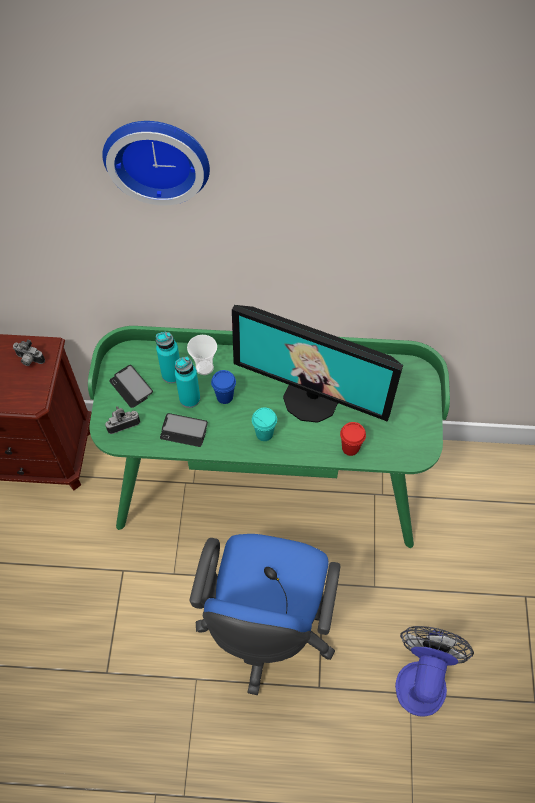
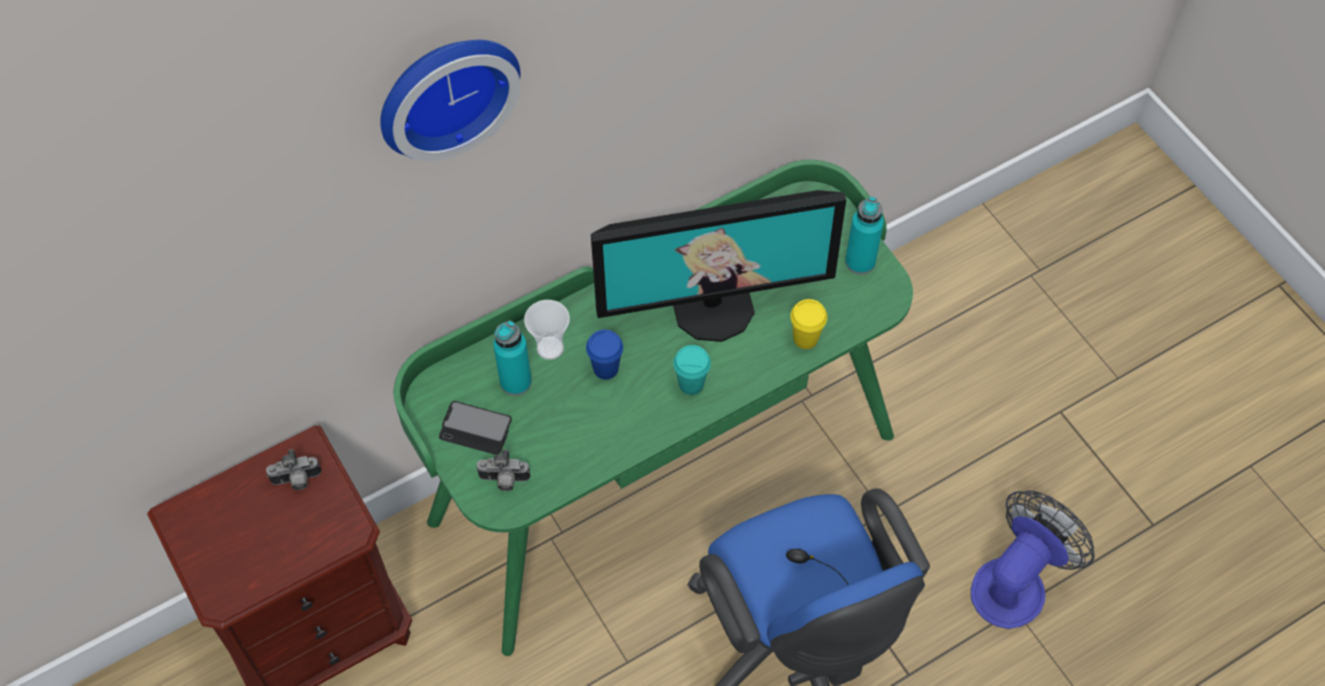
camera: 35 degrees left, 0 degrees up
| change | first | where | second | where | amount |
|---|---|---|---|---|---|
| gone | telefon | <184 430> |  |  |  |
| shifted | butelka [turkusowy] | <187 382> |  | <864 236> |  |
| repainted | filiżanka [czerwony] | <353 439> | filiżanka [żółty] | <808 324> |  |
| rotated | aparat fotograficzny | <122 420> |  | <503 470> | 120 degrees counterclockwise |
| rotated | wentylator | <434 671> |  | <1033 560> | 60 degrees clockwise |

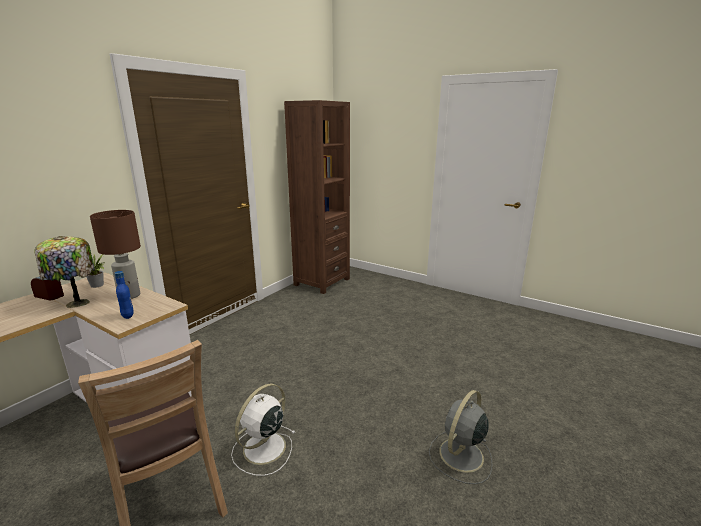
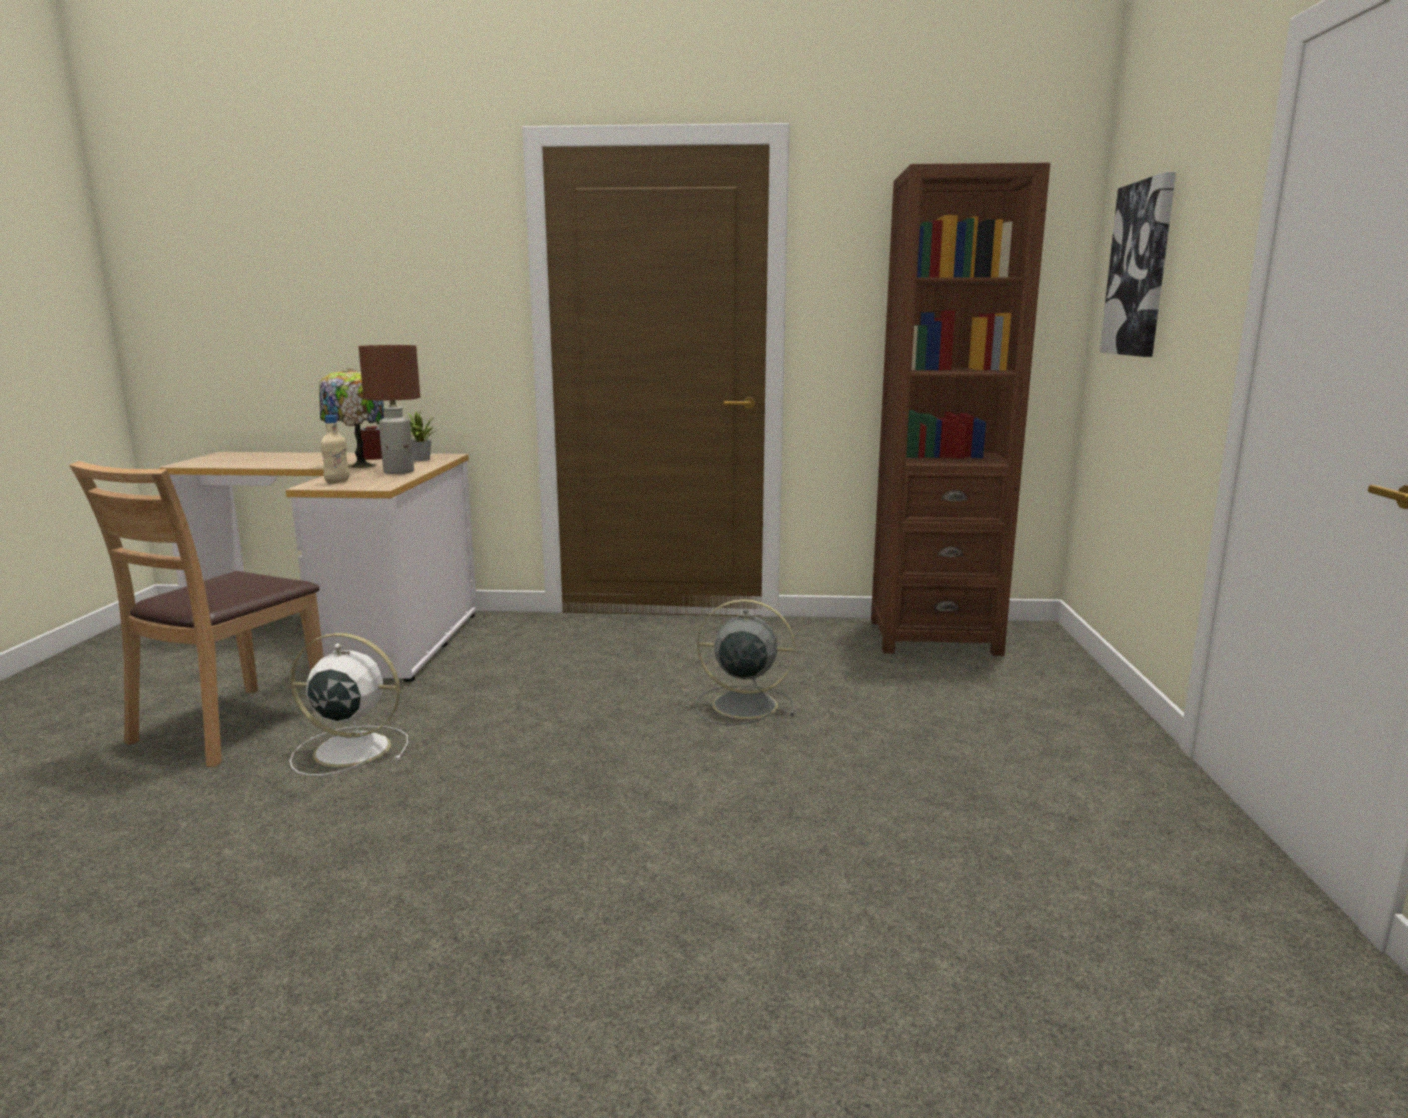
camera: 60 degrees right, 5 degrees down
| change | first | where | second | where | amount |
|---|---|---|---|---|---|
| new |  |  | obraz | <1138 264> |  |
| shifted | wentylator [szary] | <460 437> |  | <745 662> |  |
| repainted | butelka [niebieski] | <124 295> | butelka [beżowy] | <335 449> |  |

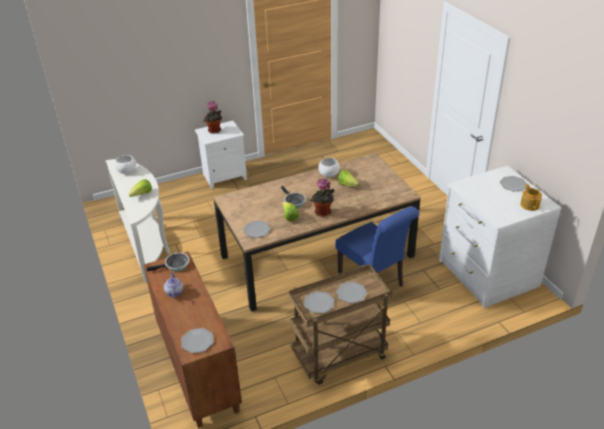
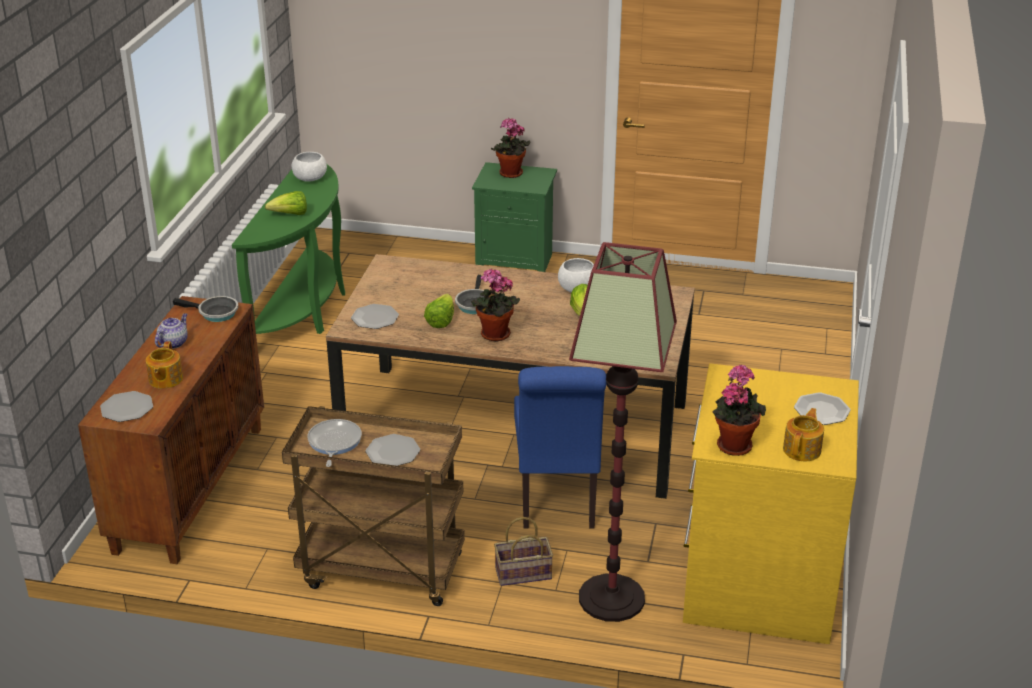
camera: 35 degrees right, 5 degrees down
| change | first | where | second | where | amount |
|---|---|---|---|---|---|
| new |  |  | imbryk | <164 365> |  |
| new |  |  | koszyk | <523 551> |  |
| new |  |  | lampa stojąca | <623 432> |  |
| new |  |  | roślina doniczkowa | <739 410> |  |
| swapped | talerz | <319 303> | patelnia | <334 443> |  |
| repainted | stolik konsolowy [biały] | <138 221> | stolik konsolowy [zielony] | <288 249> |  |
| repainted | szafka nocna [biały] | <221 155> | szafka nocna [zielony] | <514 217> |  |
| repainted | komoda [biały] | <500 237> | komoda [żółty] | <771 503> |  |

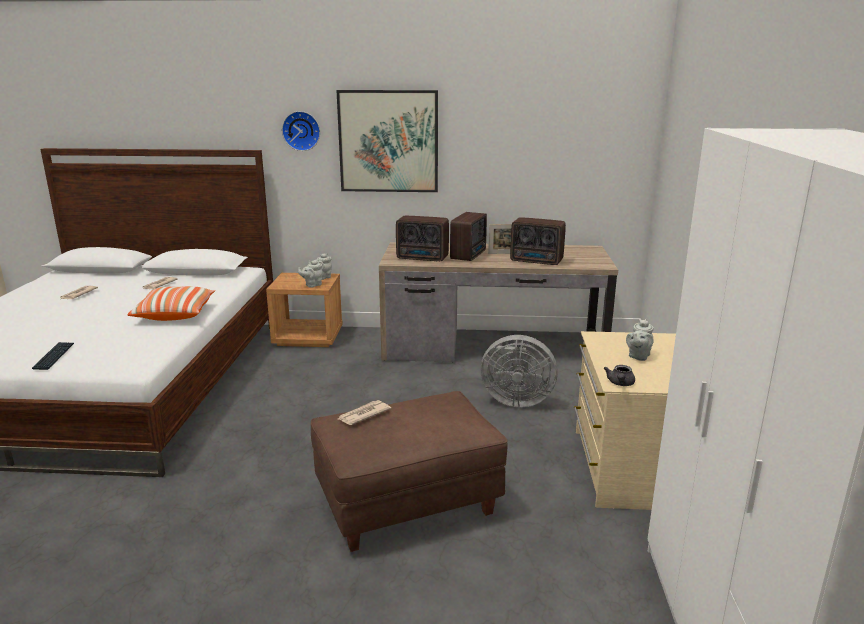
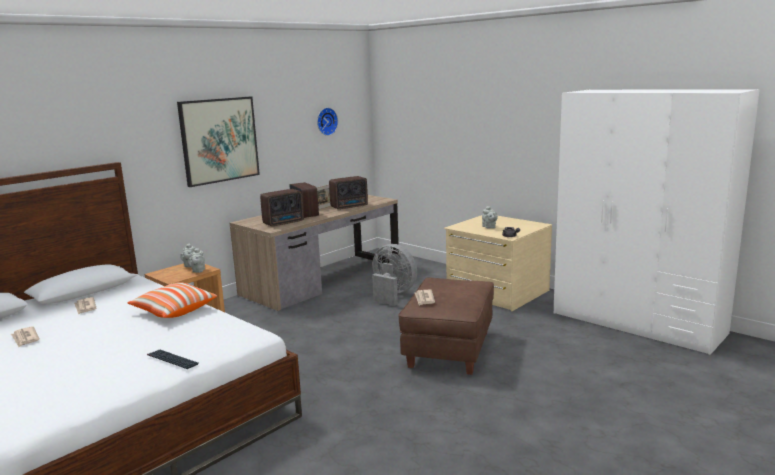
camera: 50 degrees left, 5 degrees down
| change | first | where | second | where | amount |
|---|---|---|---|---|---|
| shifted | zegar ścienny | <301 131> |  | <327 122> |  |
| rotated | wentylator [szary] | <519 371> |  | <394 275> | 105 degrees counterclockwise |

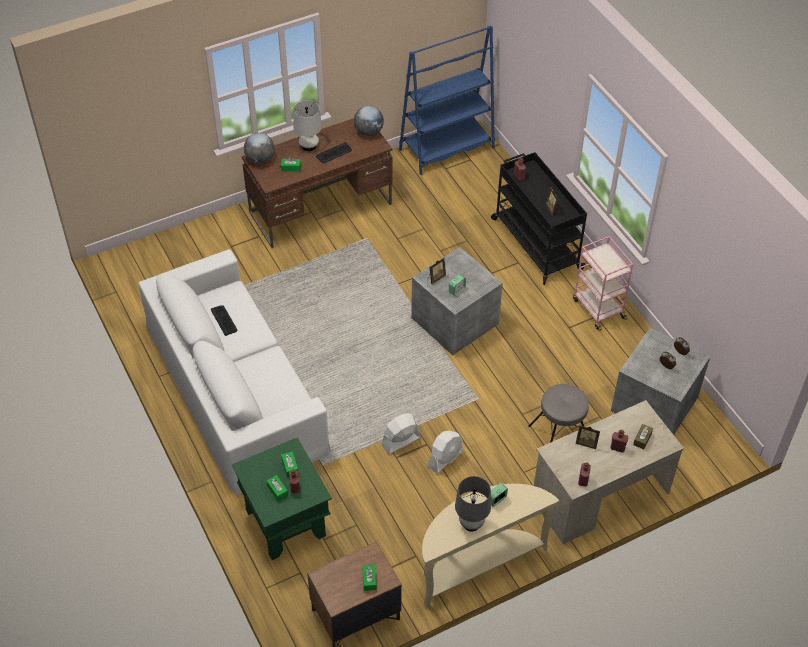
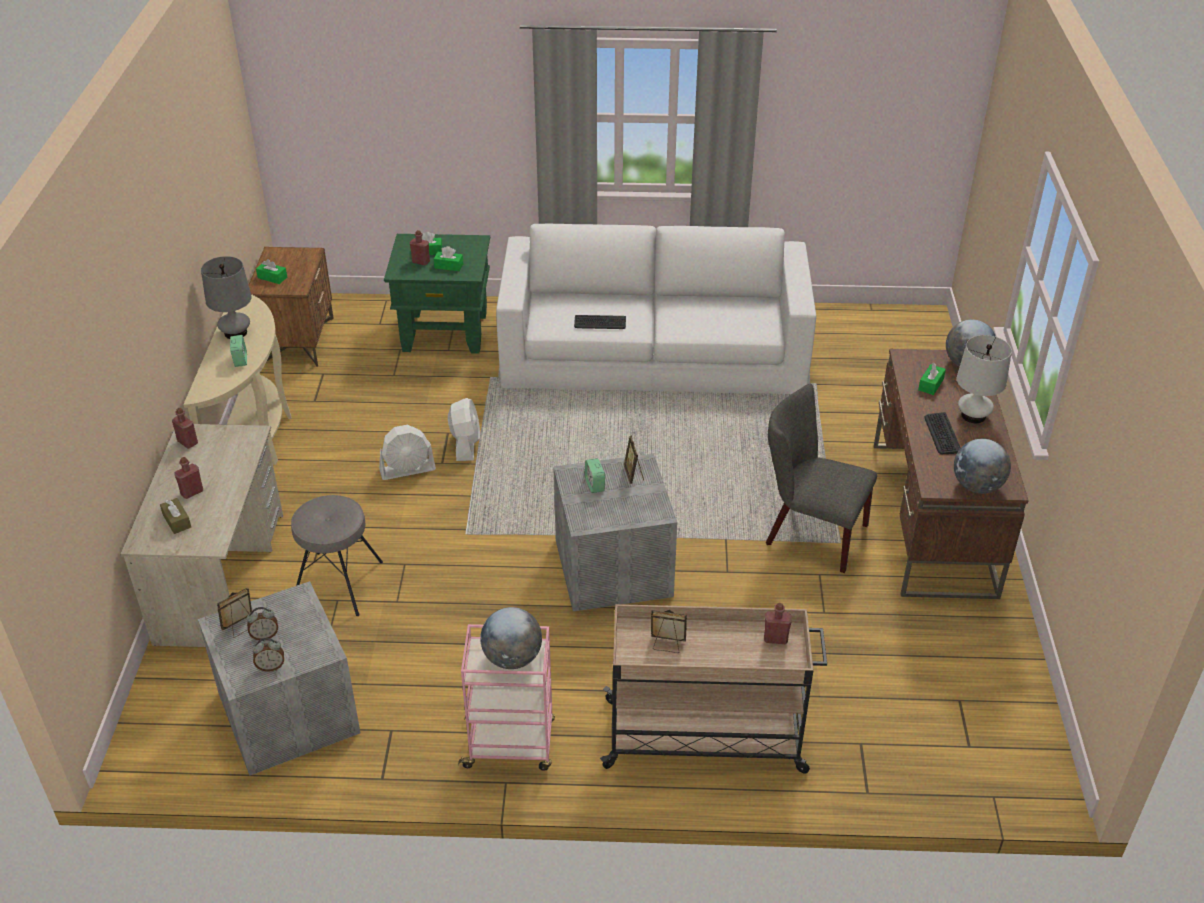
camera: 120 degrees right, 10 degrees down
| change | first | where | second | where | amount |
|---|---|---|---|---|---|
| gone | regał [niebieski] | <447 100> |  |  |  |
| new |  |  | globus | <511 638> |  |
| new |  |  | krzesło [szary] | <821 478> |  |
| shifted | klawiatura | <224 320> |  | <600 322> |  |
| shifted | ramka na zdjęcie | <588 437> |  | <234 612> |  |
| repainted | wózek [czarny] | <539 218> | wózek [beżowy] | <713 689> |  |
| rotated | wentylator [biały] | <445 452> |  | <407 452> | 90 degrees counterclockwise |

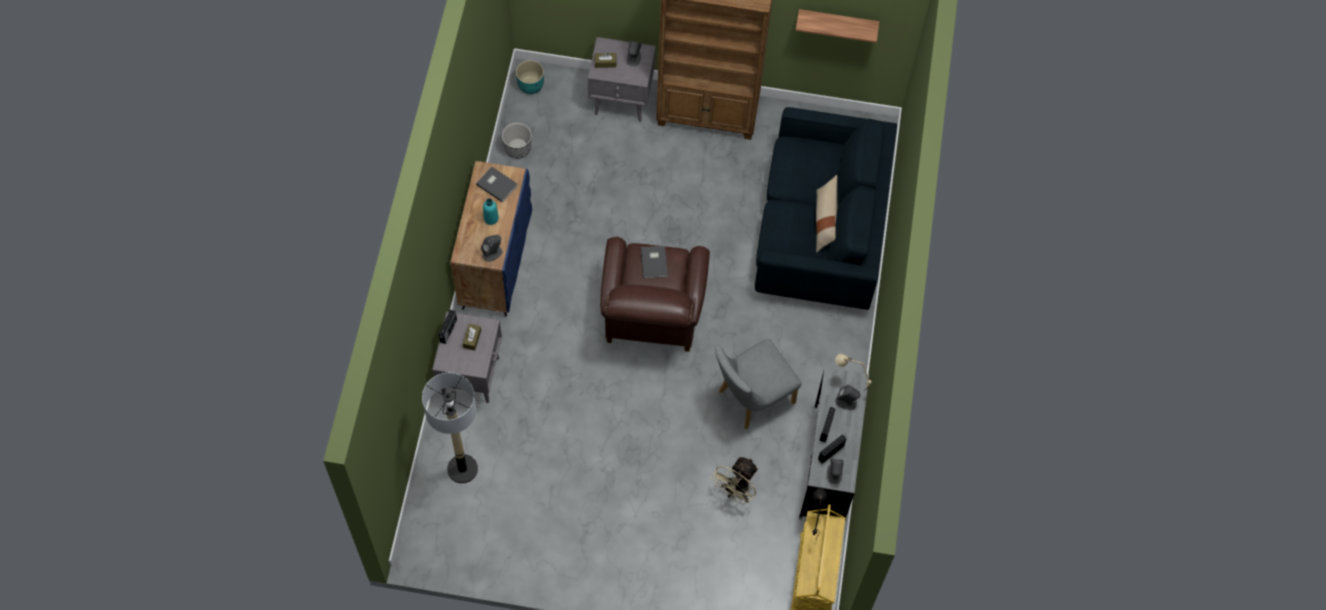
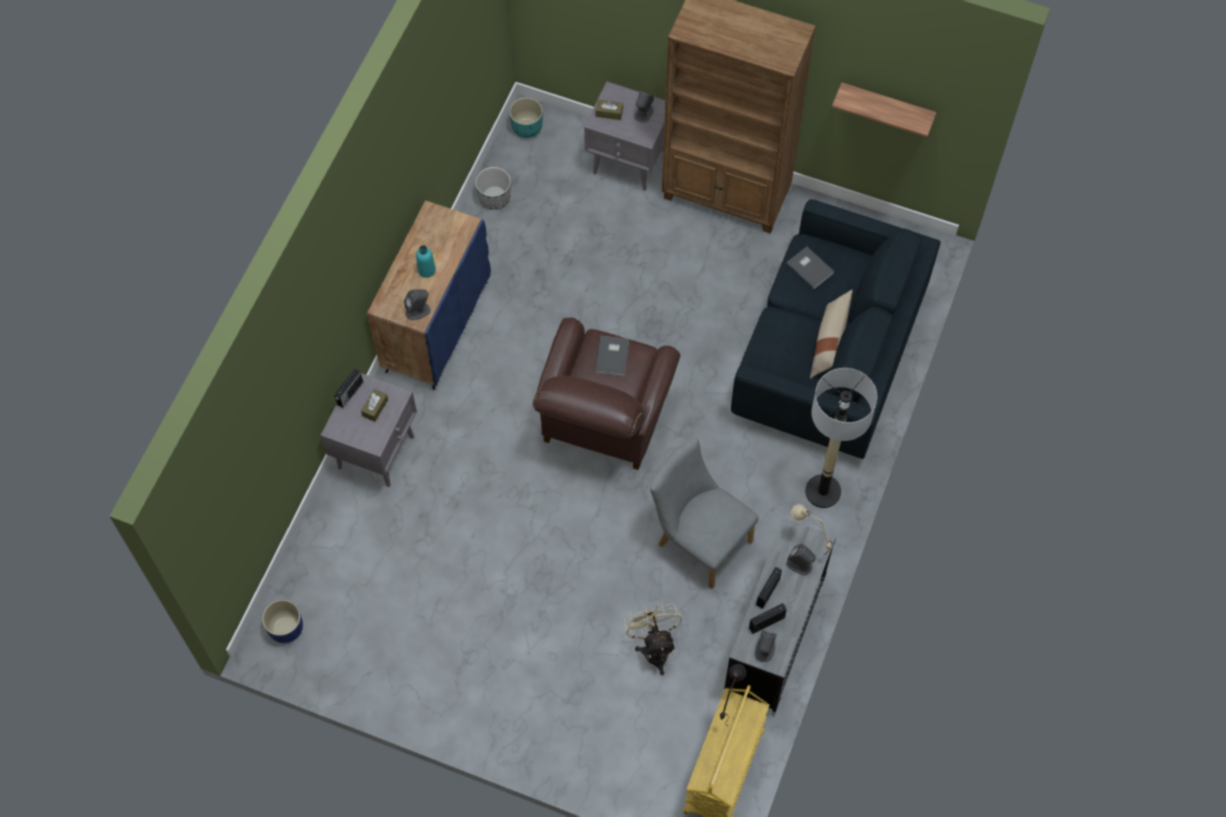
camera: 15 degrees right, 0 degrees up
| change | first | where | second | where | amount |
|---|---|---|---|---|---|
| new |  |  | donica [niebieski] | <282 621> |  |
| shifted | lampa stojąca | <450 428> |  | <841 438> |  |
| shifted | książka [szary] | <497 184> |  | <810 268> |  |
| rotated | wentylator [beżowy] | <734 480> |  | <653 638> | 120 degrees clockwise |
| rotated | krzesło [szary] | <758 384> |  | <704 513> | 60 degrees clockwise |

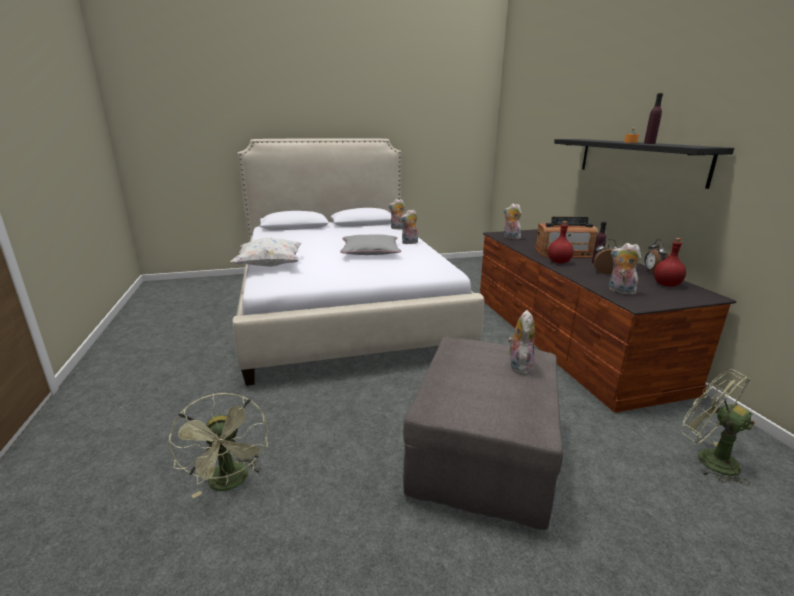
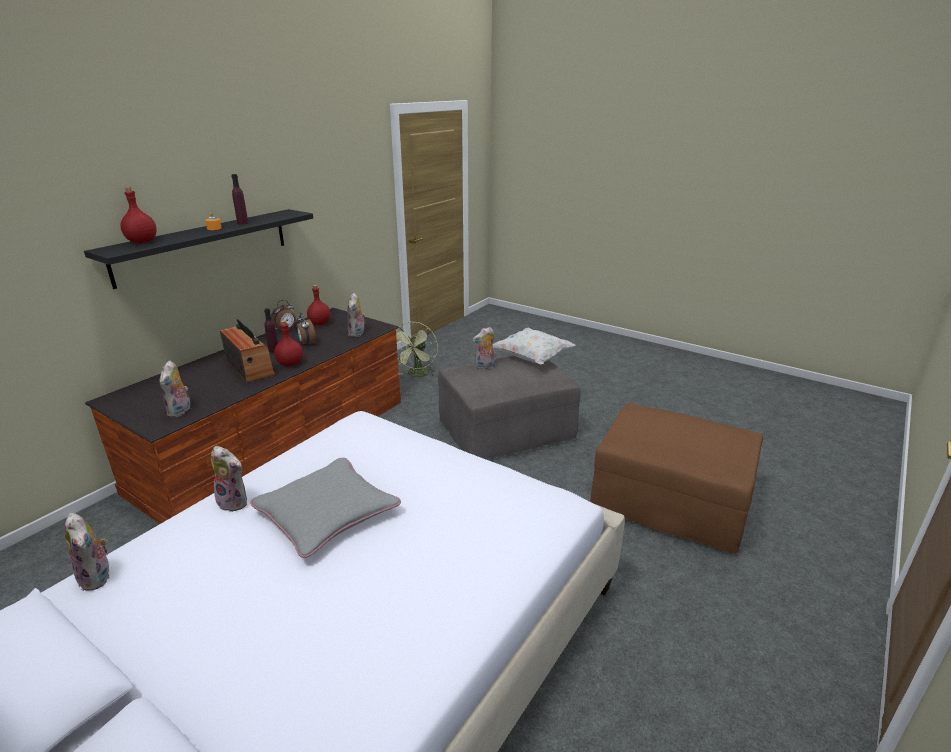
camera: 130 degrees left, 5 degrees up
| change | first | where | second | where | amount |
|---|---|---|---|---|---|
| new |  |  | butelka [czerwony] | <138 215> |  |
| shifted | poduszka [biały] | <266 252> |  | <534 346> |  |
| swapped | wentylator [zielony] | <218 445> | pufa [brązowy] | <677 478> |  |

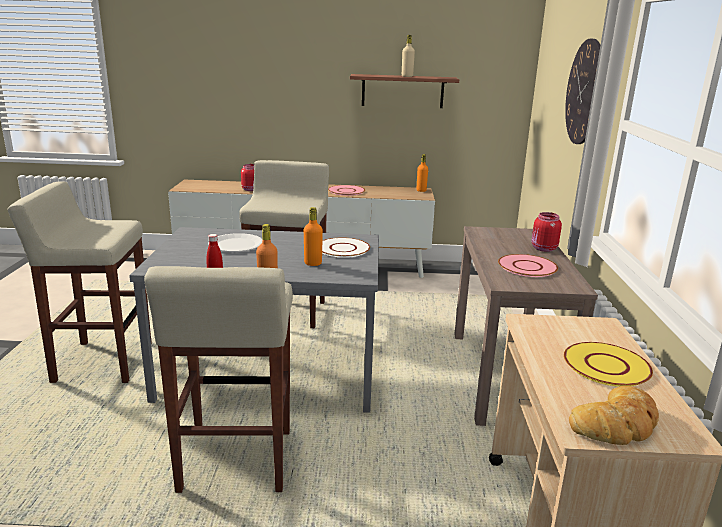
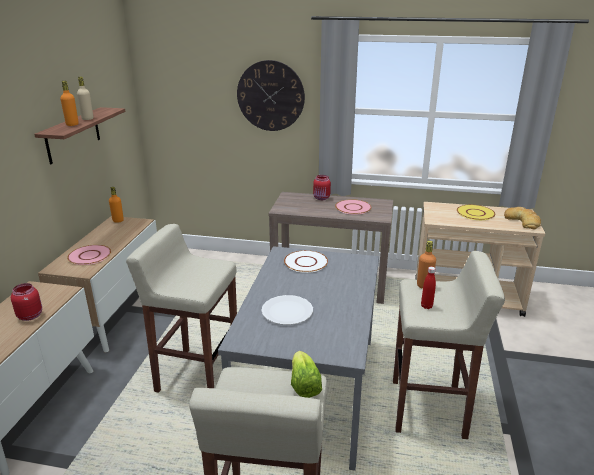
camera: 80 degrees left, 5 degrees up
| change | first | where | second | where | amount |
|---|---|---|---|---|---|
| new |  |  | sałata | <306 374> |  |
| shifted | butelka [pomarańczowy] | <313 236> |  | <69 103> |  |

